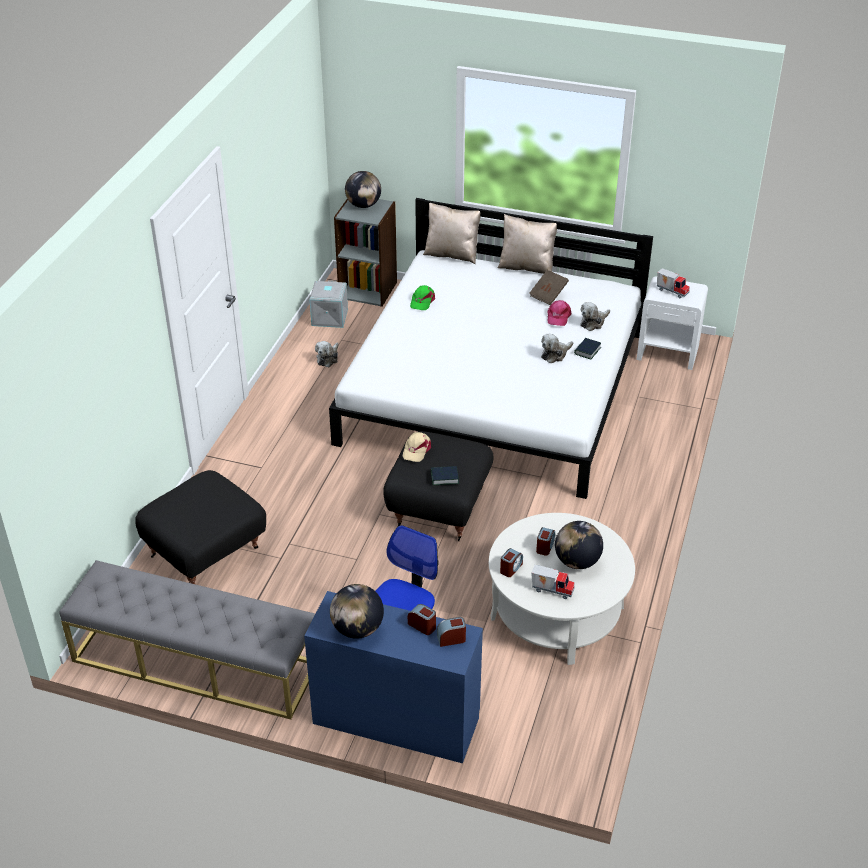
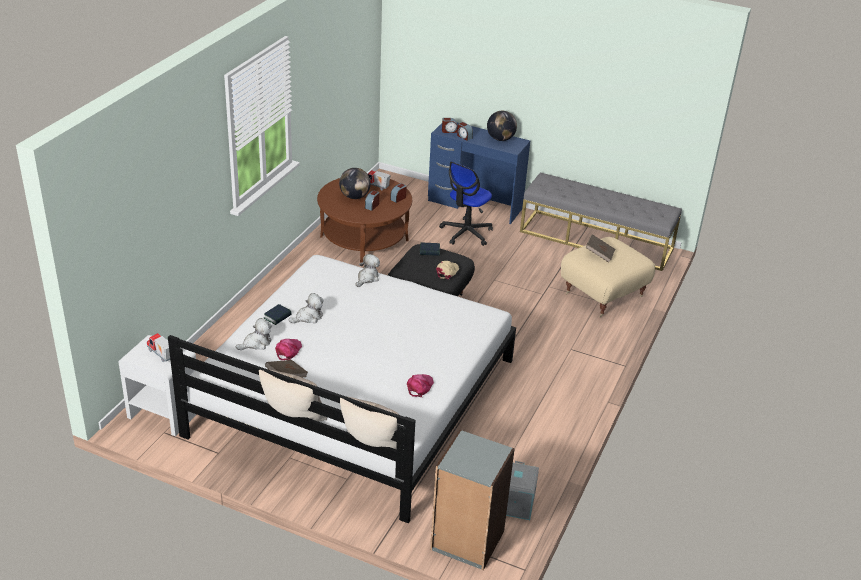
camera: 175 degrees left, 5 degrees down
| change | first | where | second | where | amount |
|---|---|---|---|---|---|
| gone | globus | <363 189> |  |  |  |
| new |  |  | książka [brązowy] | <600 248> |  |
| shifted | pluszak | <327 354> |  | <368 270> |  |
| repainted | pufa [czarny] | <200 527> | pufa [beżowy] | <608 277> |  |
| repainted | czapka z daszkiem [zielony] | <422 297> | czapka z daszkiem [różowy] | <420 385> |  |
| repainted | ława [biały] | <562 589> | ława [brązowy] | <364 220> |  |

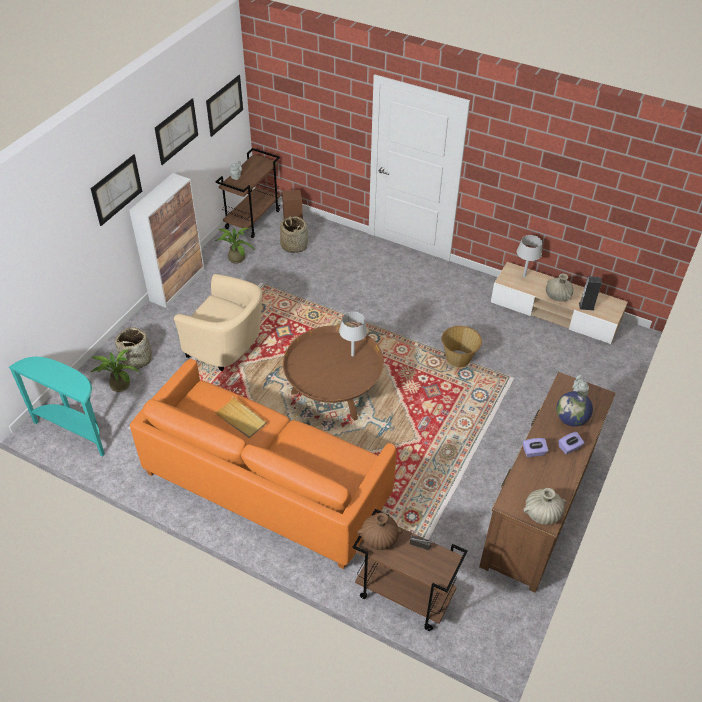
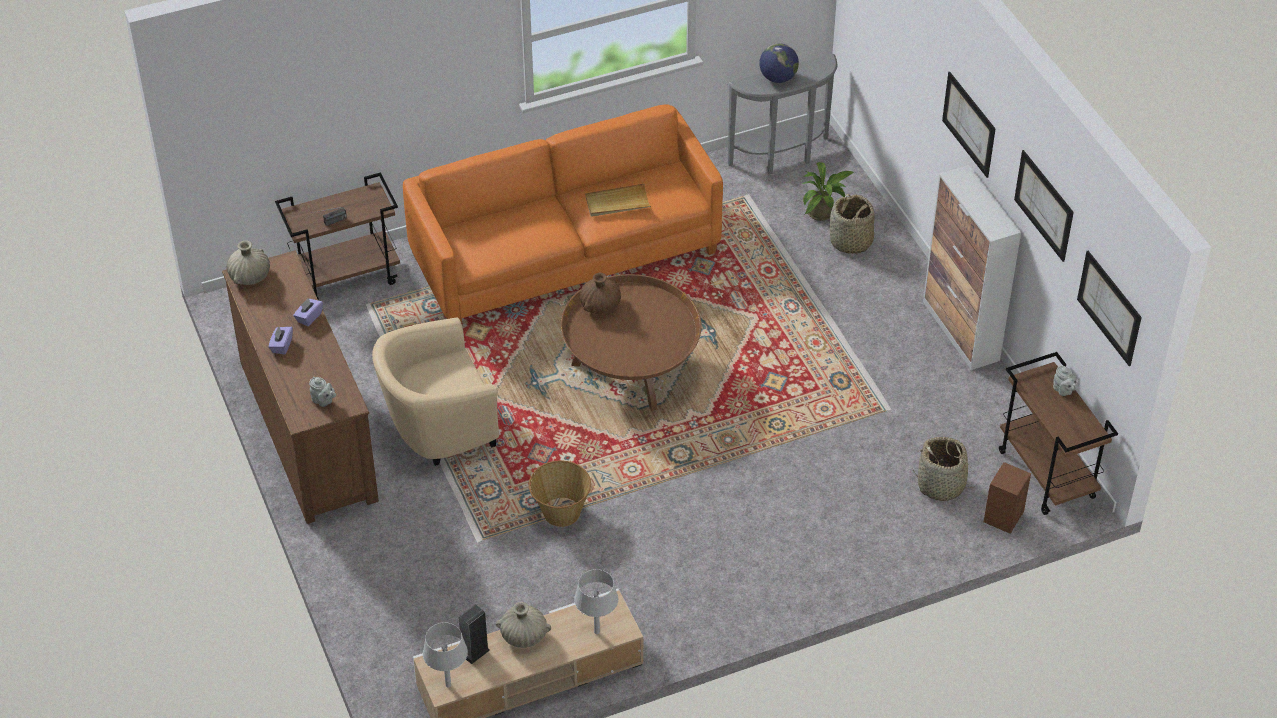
camera: 130 degrees right, 0 degrees up
| change | first | where | second | where | amount |
|---|---|---|---|---|---|
| gone | roślina doniczkowa | <235 245> |  |  |  |
| shifted | fotel [beżowy] | <218 322> |  | <435 392> |  |
| shifted | lampa stołowa [szary] | <353 334> |  | <445 655> |  |
| shifted | wazon [brązowy] | <380 531> |  | <600 293> |  |
| shifted | globus | <575 409> |  | <779 63> |  |
| repainted | stolik konsolowy [turkusowy] | <56 406> | stolik konsolowy [szary] | <782 114> |  |

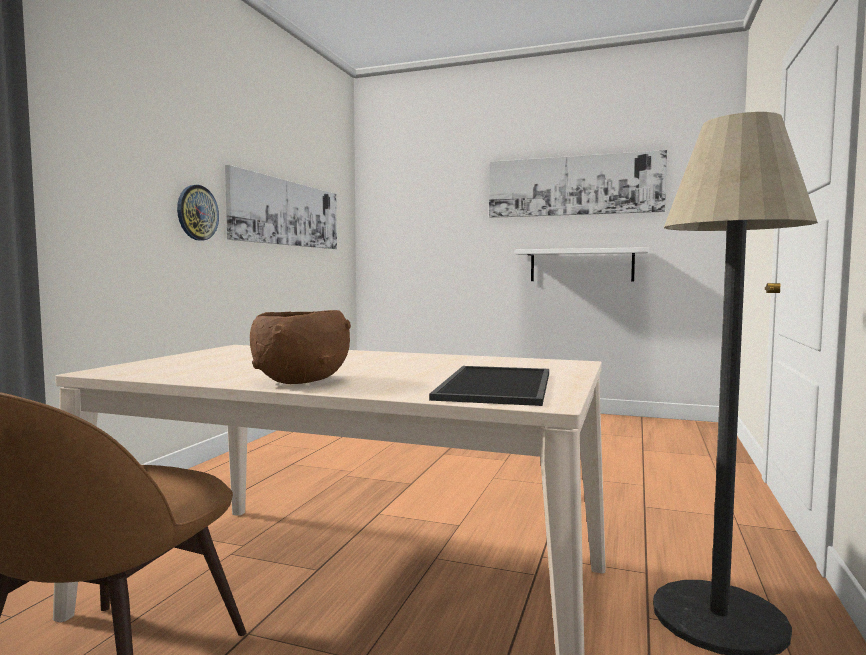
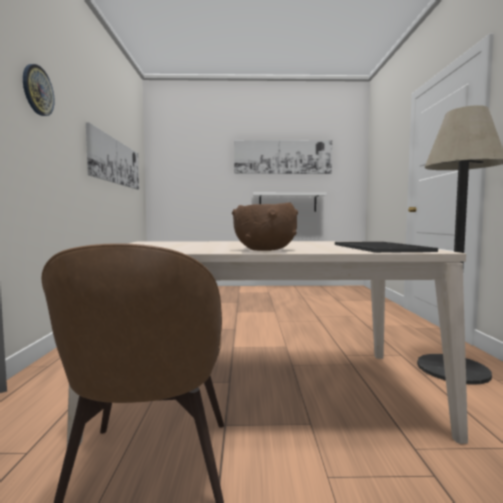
camera: 20 degrees left, 0 degrees up
| change | first | where | second | where | amount |
|---|---|---|---|---|---|
| shifted | zegar ścienny | <198 213> |  | <38 90> |  |

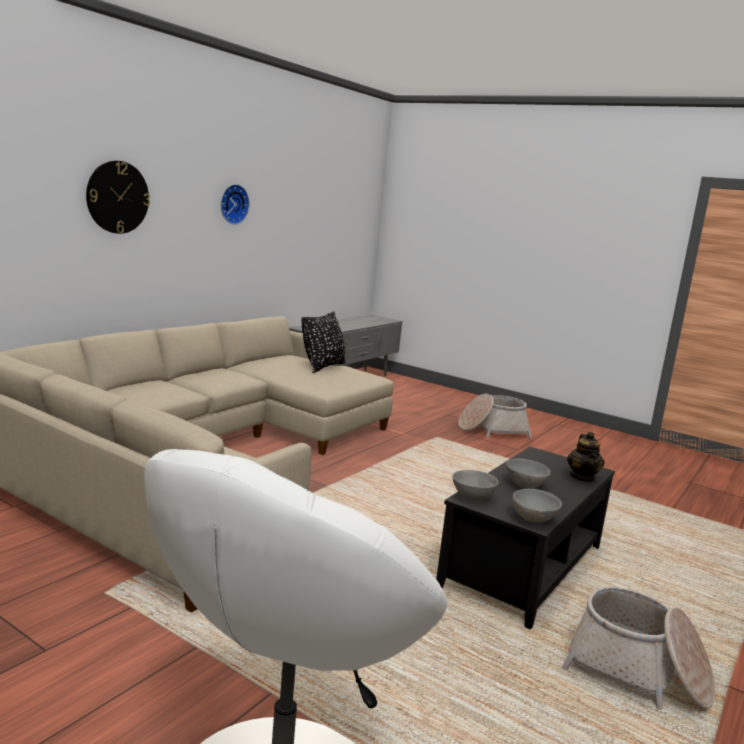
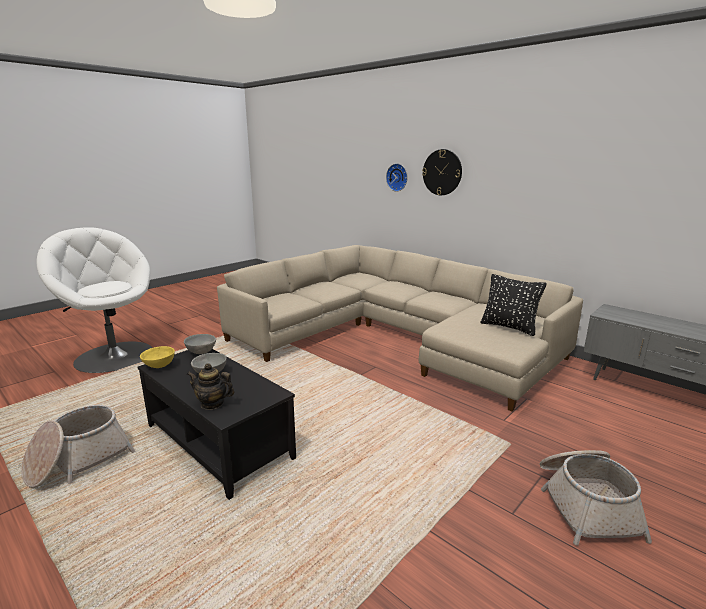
camera: 100 degrees right, 5 degrees up
| change | first | where | second | where | amount |
|---|---|---|---|---|---|
| shifted | zegar ścienny | <235 204> |  | <397 177> |  |
| repainted | miska [szary] | <537 506> | miska [żółty] | <157 357> |  |

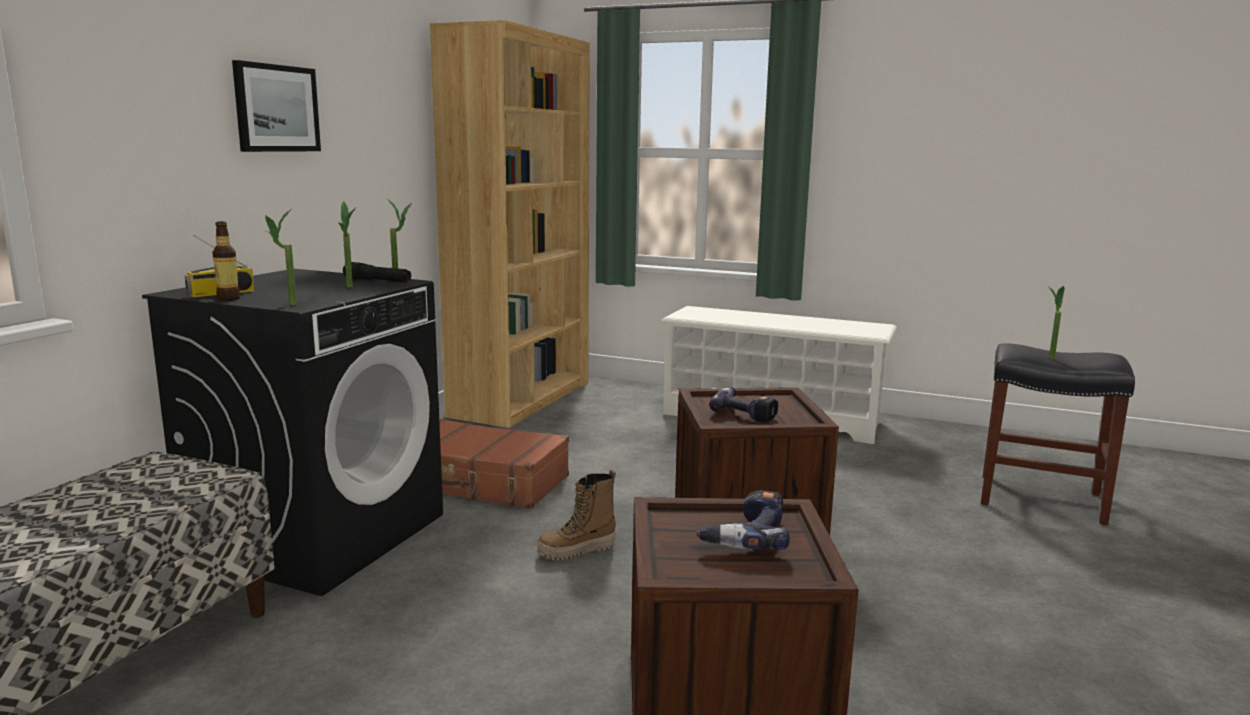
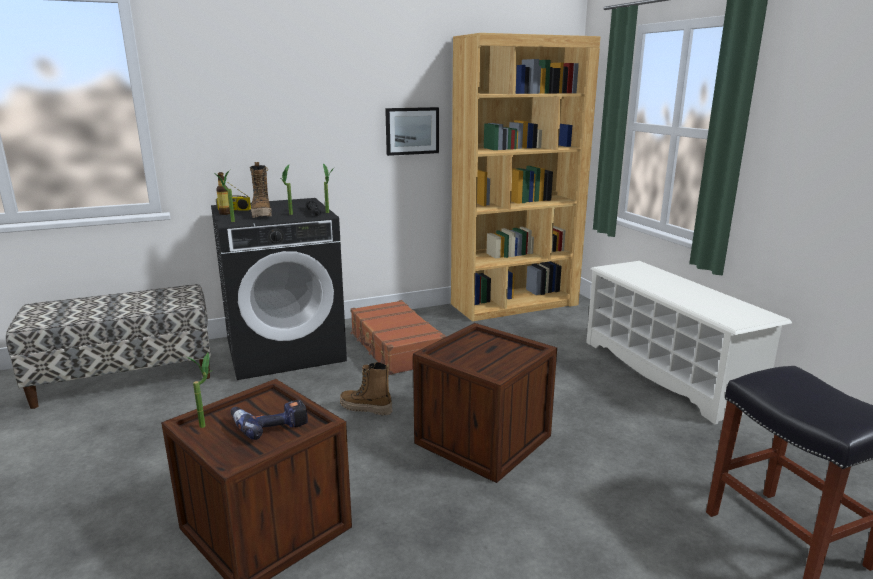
camera: 45 degrees right, 5 degrees up
| change | first | where | second | where | amount |
|---|---|---|---|---|---|
| gone | wiertarka | <743 404> |  |  |  |
| new |  |  | but z cholewką | <261 190> |  |
| shifted | obraz | <276 106> |  | <412 131> |  |
| shifted | roślina doniczkowa | <1056 322> |  | <200 390> |  |

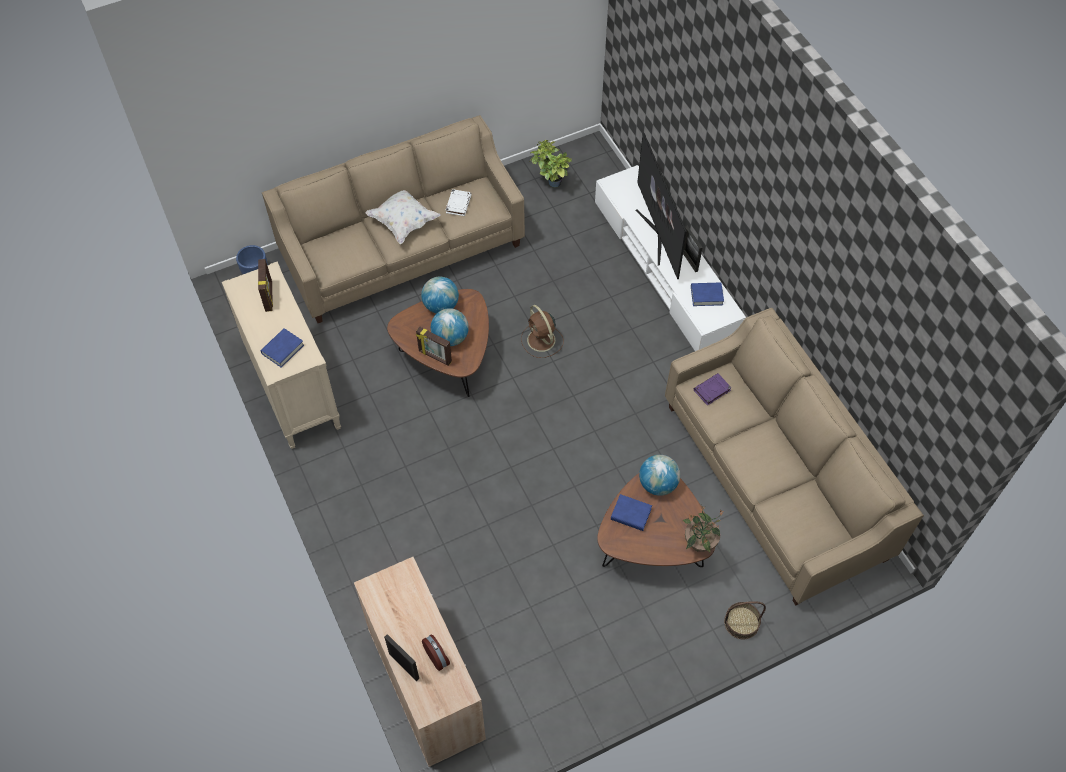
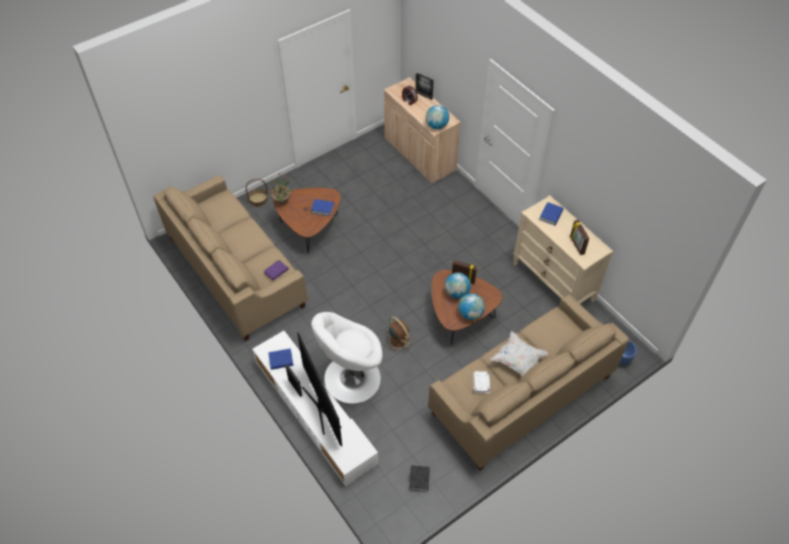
camera: 170 degrees right, 5 degrees down
| change | first | where | second | where | amount |
|---|---|---|---|---|---|
| new |  |  | fotel [biały] | <346 358> |  |
| shifted | globus | <659 475> |  | <437 117> |  |
| swapped | roślina doniczkowa | <551 164> | książka [czarny] | <419 478> |  |

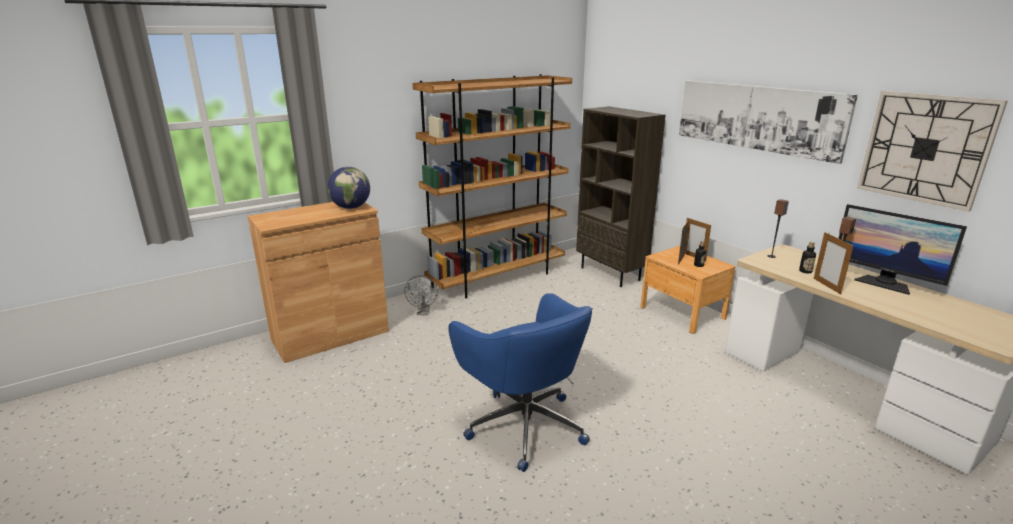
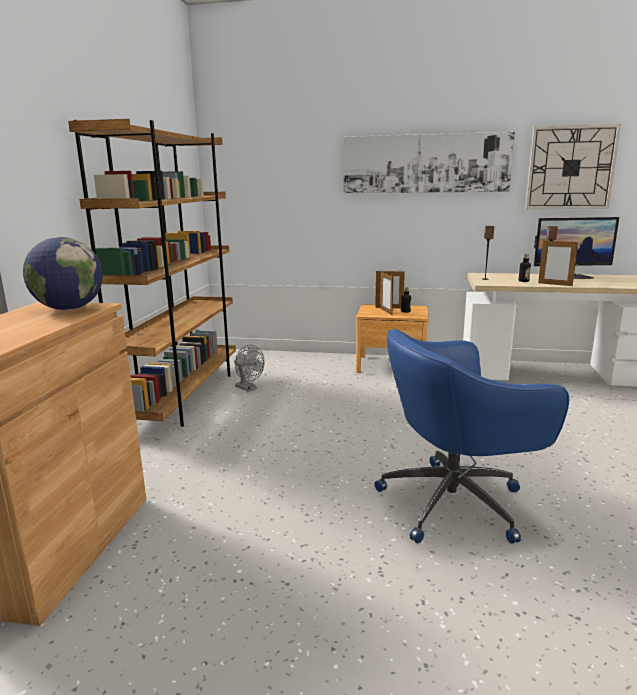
camera: 45 degrees left, 5 degrees down
| change | first | where | second | where | amount |
|---|---|---|---|---|---|
| gone | regał [brązowy] | <620 196> |  |  |  |
| shifted | wentylator [szary] | <421 295> |  | <249 368> |  |
| rotated | krzesło biurowe [niebieski] | <520 382> |  | <471 436> | 150 degrees clockwise |

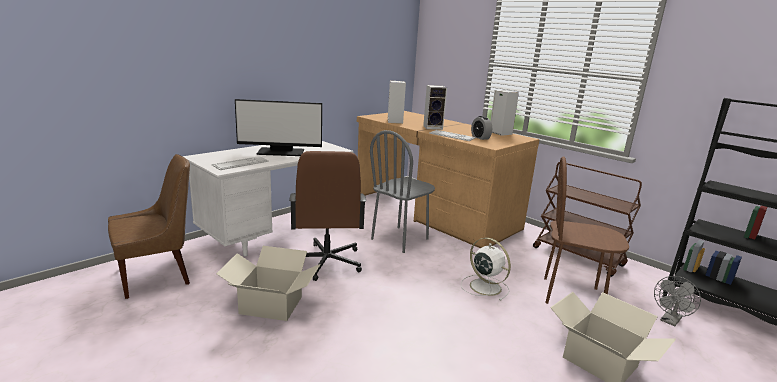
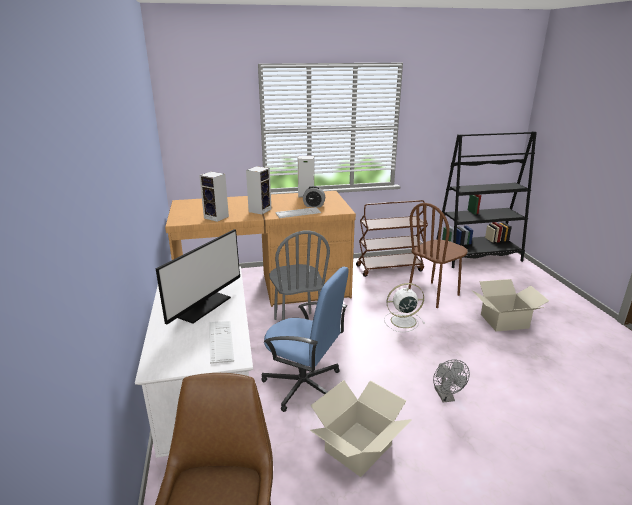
camera: 55 degrees left, 5 degrees up
| change | first | where | second | where | amount |
|---|---|---|---|---|---|
| shifted | wentylator [szary] | <677 301> |  | <451 381> |  |
| repainted | krzesło biurowe [brązowy] | <327 216> | krzesło biurowe [niebieski] | <304 339> |  |

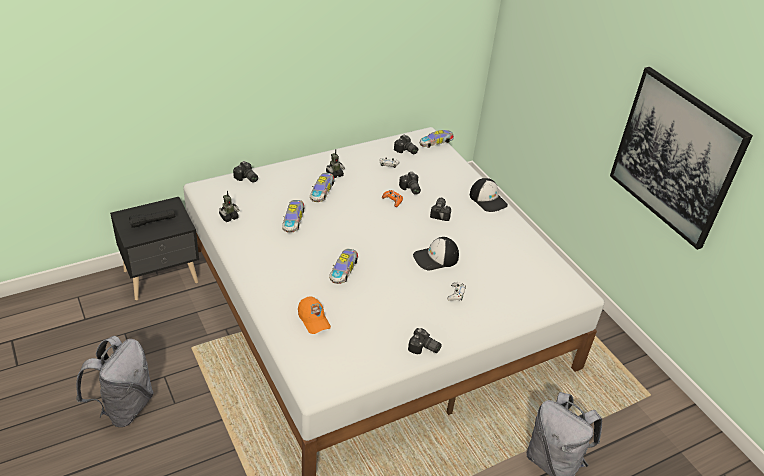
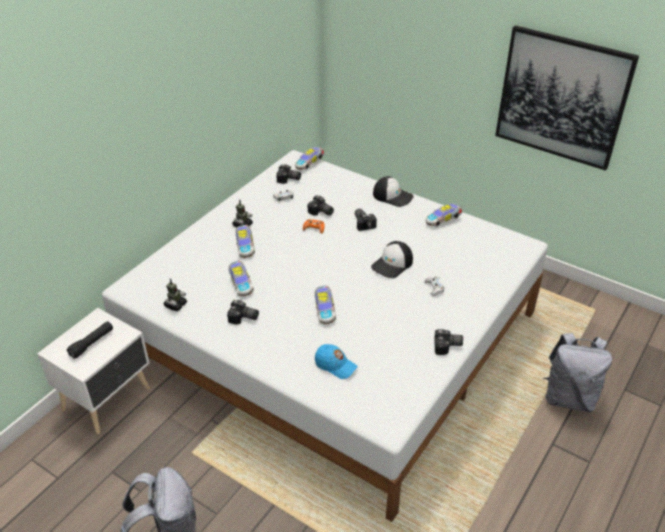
camera: 25 degrees left, 0 degrees up
| change | first | where | second | where | amount |
|---|---|---|---|---|---|
| new |  |  | samochodzik | <444 215> |  |
| shifted | aparat fotograficzny | <245 172> |  | <243 312> |  |
| repainted | szafka nocna [czarny] | <154 248> | szafka nocna [biały] | <93 371> |  |
| repainted | czapka z daszkiem [pomarańczowy] | <314 315> | czapka z daszkiem [niebieski] | <336 361> |  |

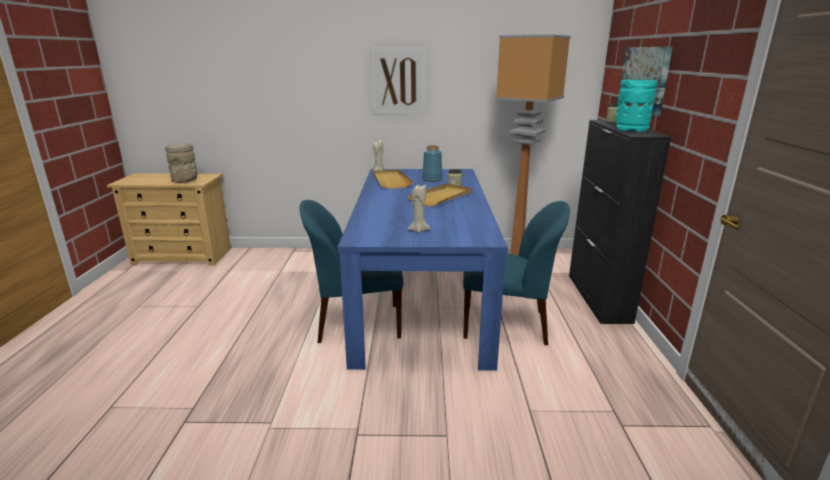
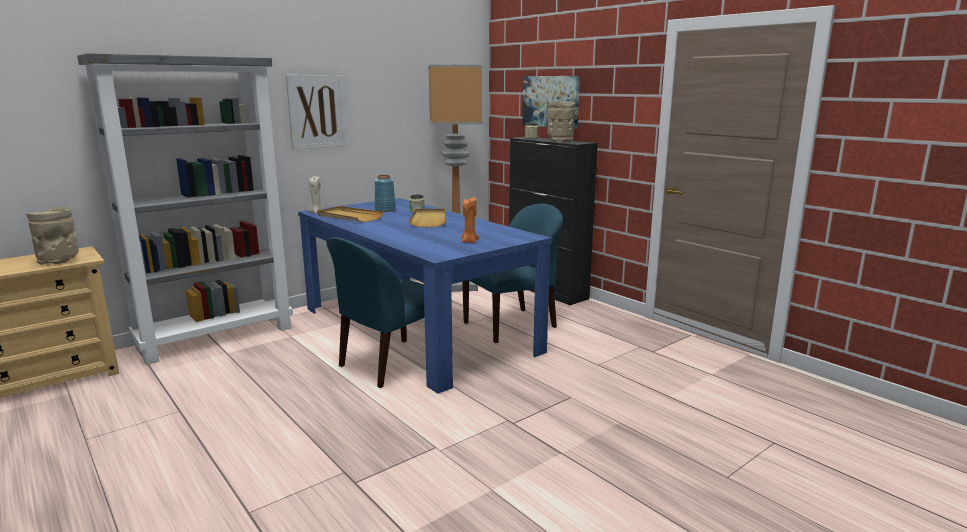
camera: 40 degrees left, 5 degrees down
| change | first | where | second | where | amount |
|---|---|---|---|---|---|
| new |  |  | regał [szary] | <185 209> |  |
| repainted | świeca [beżowy] | <419 209> | świeca [pomarańczowy] | <470 220> |  |
| repainted | wazon [turkusowy] | <636 106> | wazon [beżowy] | <561 122> |  |

